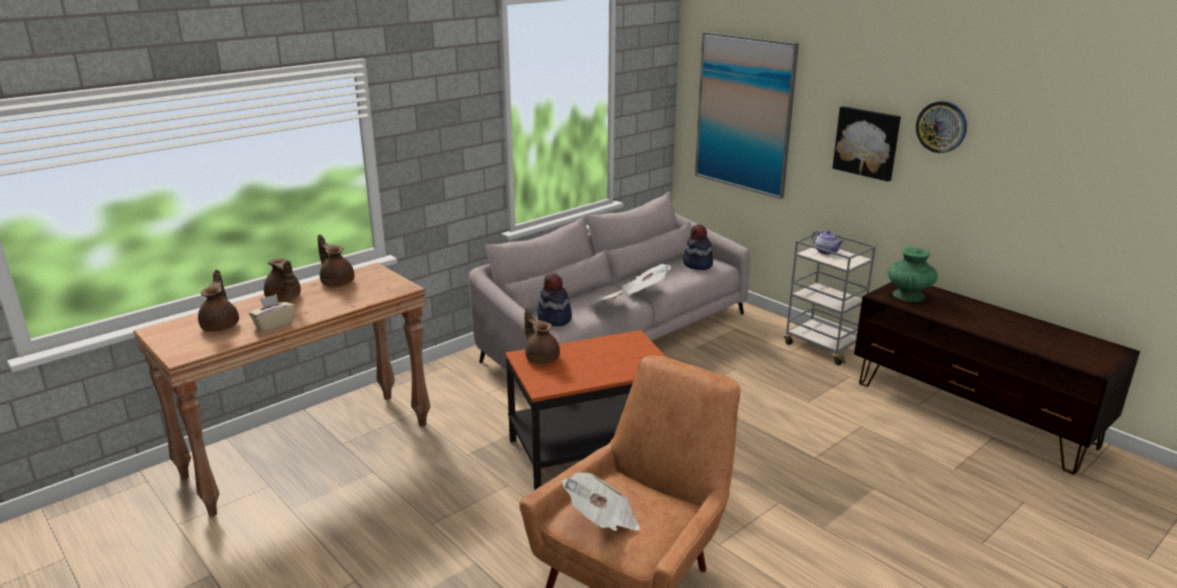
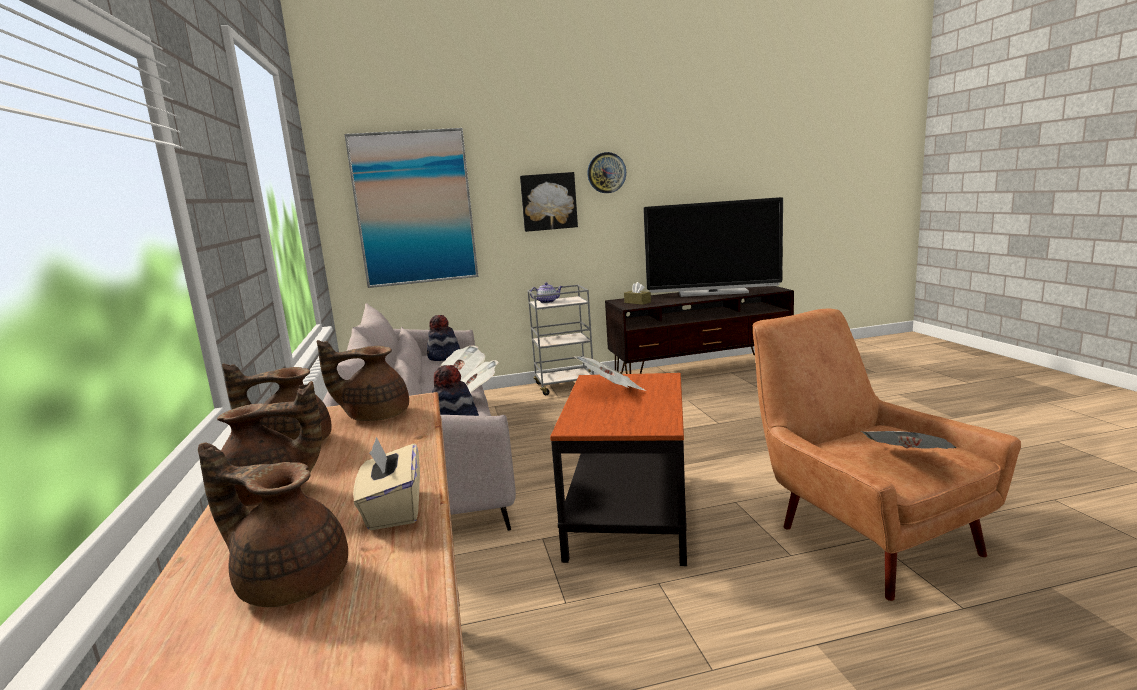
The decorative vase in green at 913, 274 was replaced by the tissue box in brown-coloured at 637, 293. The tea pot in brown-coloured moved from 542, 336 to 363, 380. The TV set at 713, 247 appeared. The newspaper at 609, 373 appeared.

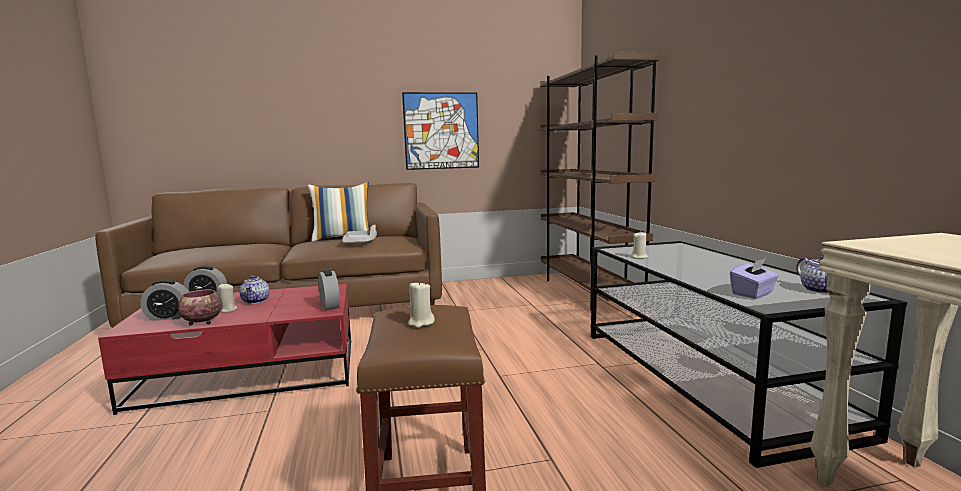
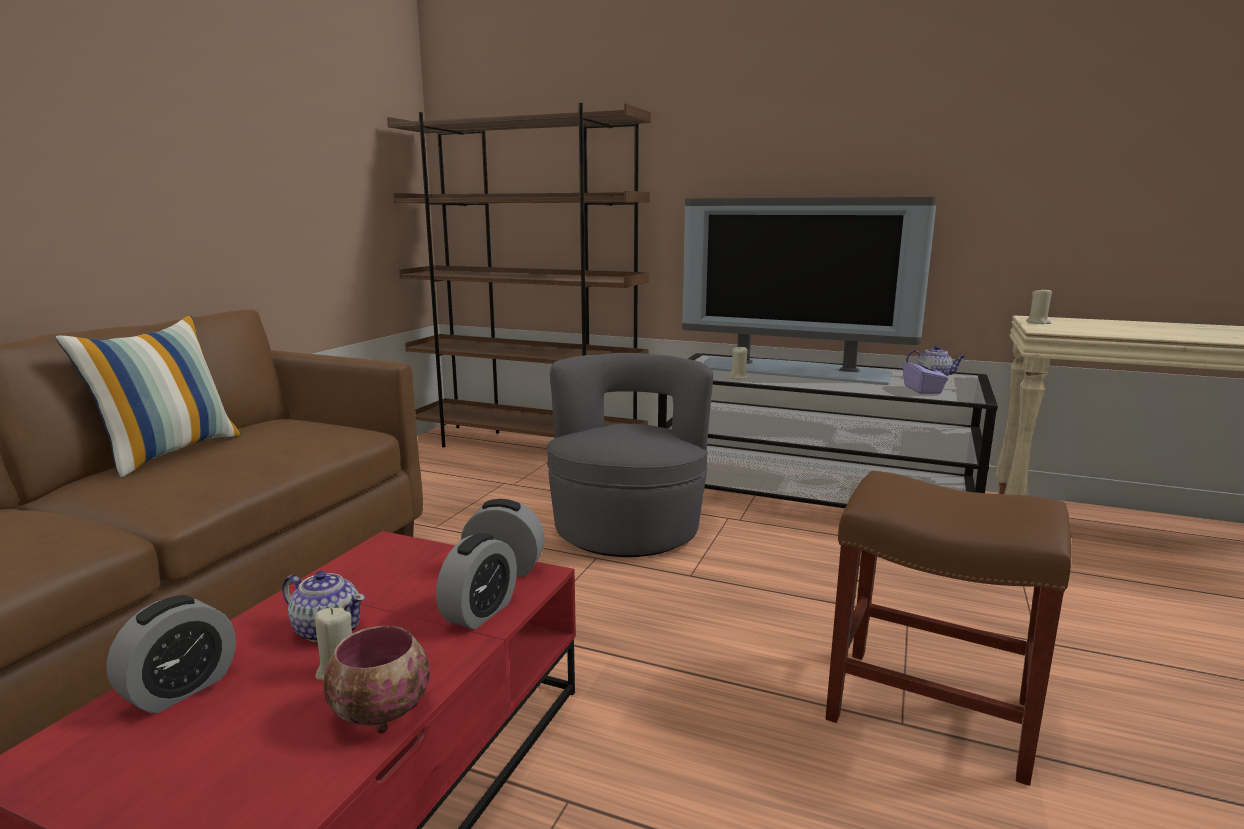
The wall art at 440, 131 disappeared. The serving tray in gray at 359, 234 disappeared. The bedside clock moved from 164, 300 to 476, 581. The wax light in beige-coloured moved from 421, 304 to 1039, 305. The TV set at 809, 291 appeared. The armchair in gray at 630, 455 appeared.

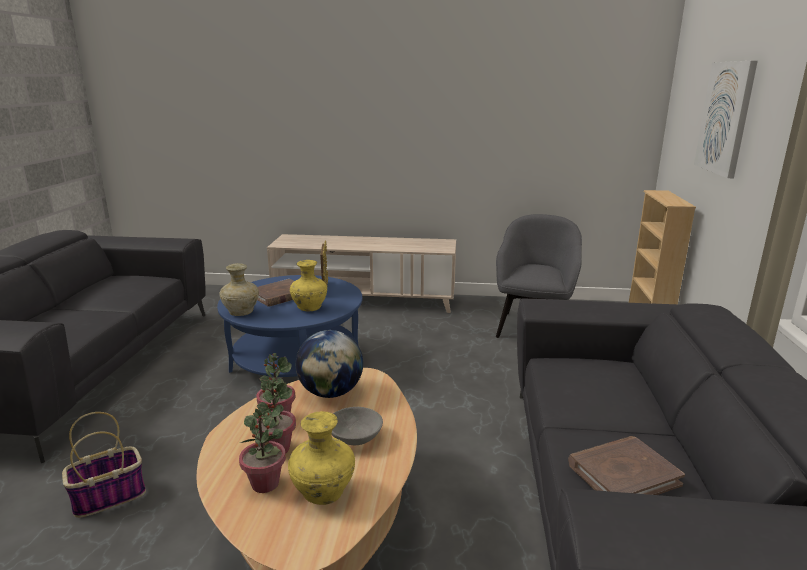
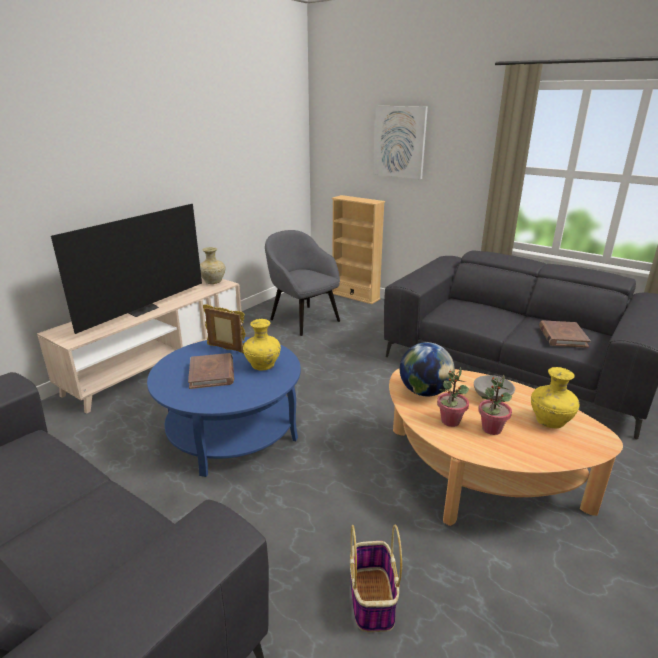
The decorative vase in beige-coloured moved from 239, 289 to 212, 265. The plant in a pot at 262, 451 disappeared. The TV set at 126, 269 appeared.

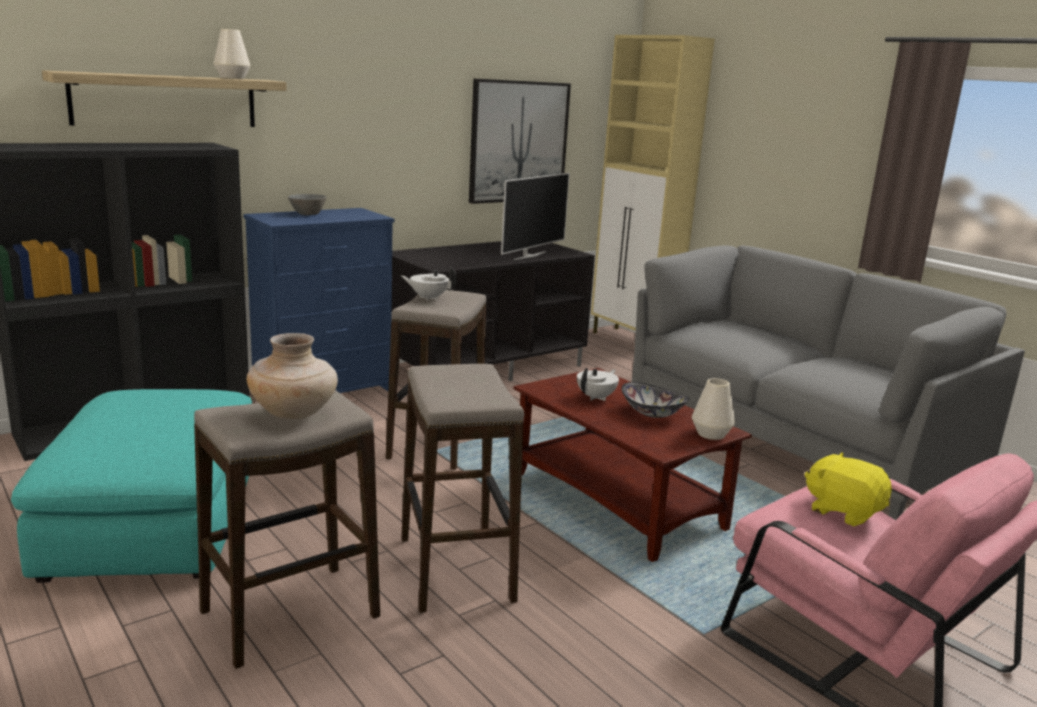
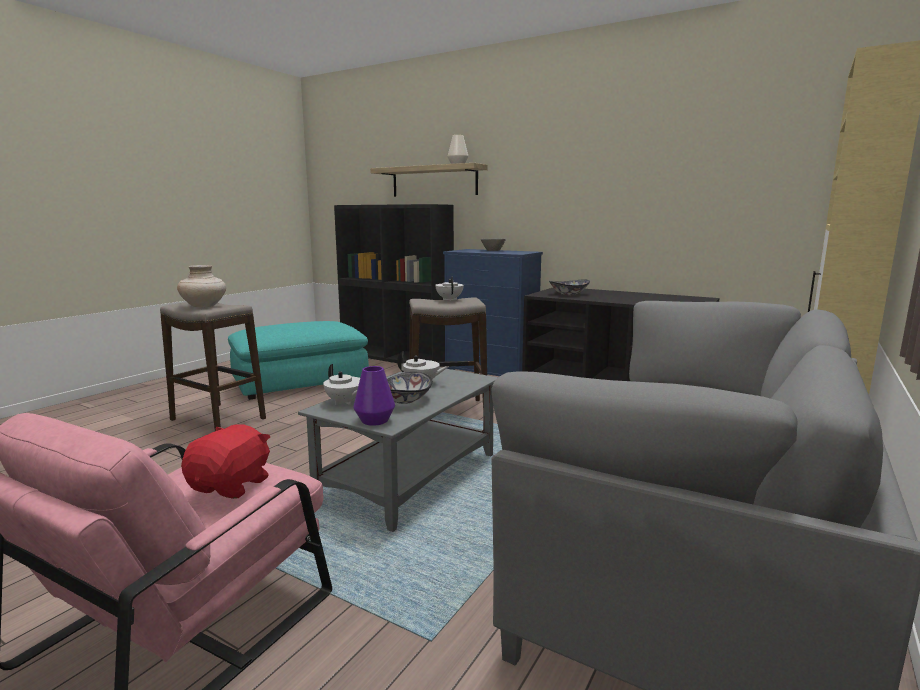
The wall art at 520, 141 disappeared. The TV set at 535, 216 disappeared. The sitting stool at 462, 488 disappeared. The low table in brown-coloured at 632, 465 became the low table in gray at 398, 449. The decorative vase in white-coloured at 713, 409 became the decorative vase in purple-coloured at 374, 396. The plush toy in yellow-coloured at 848, 489 became the plush toy in red at 225, 461. The serving bowl at 569, 287 appeared. The tea pot in white-coloured at 341, 384 appeared.

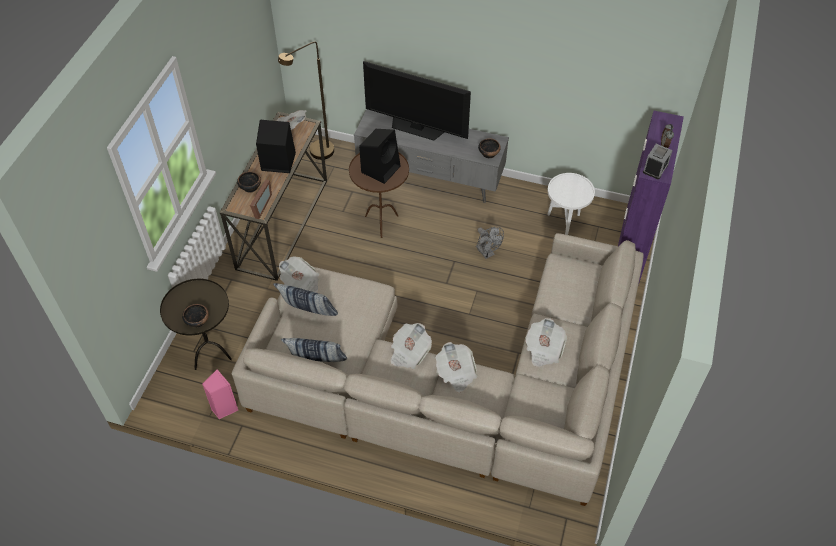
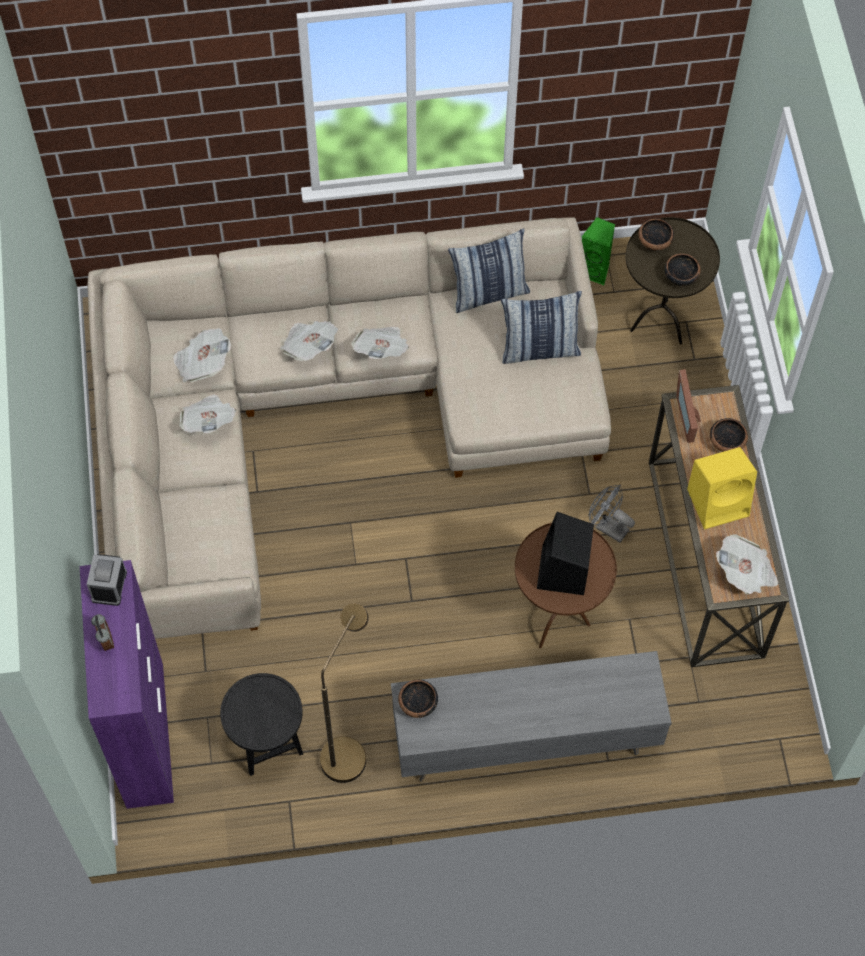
The standard lamp in brown-coloured moved from 306, 100 to 344, 693. The TV set at 417, 100 disappeared. The speaker in black-coloured at 276, 146 became the speaker in yellow-coloured at 722, 488. The end table in white-coloured at 571, 204 became the end table in black-coloured at 261, 724. The cooling fan in gray moved from 490, 243 to 612, 514. The newspaper moved from 299, 275 to 202, 355. The speaker in pinkish at 220, 394 became the speaker in green at 598, 251. The serving bowl at 682, 270 appeared.

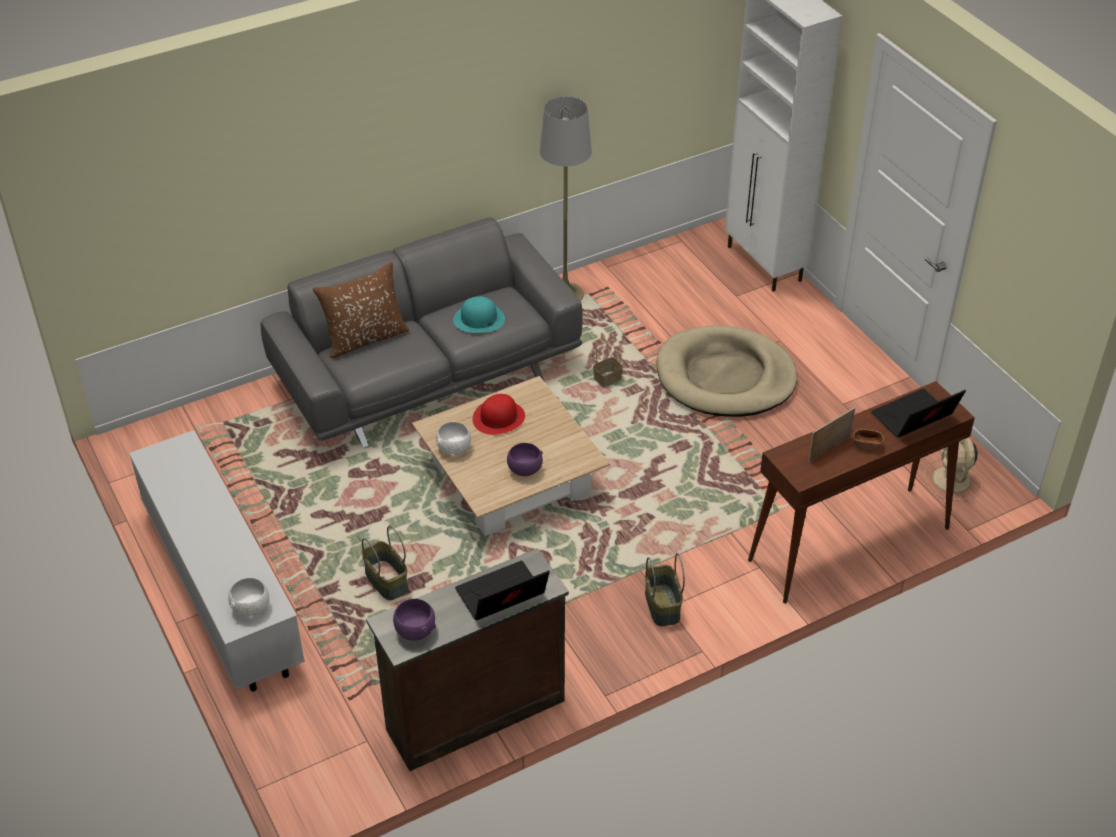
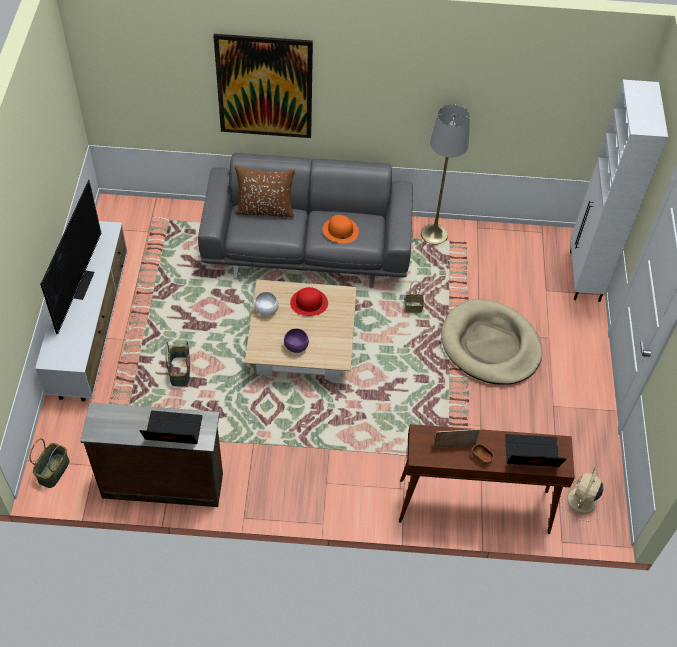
The clothing hat in blue-green at 479, 314 became the clothing hat in orange at 341, 229. The storage basket moved from 665, 589 to 49, 463. The serving bowl in white-coloured at 248, 598 disappeared. The serving bowl in purple-coloured at 414, 620 disappeared. The wall art at 263, 86 appeared. The TV set at 70, 257 appeared.

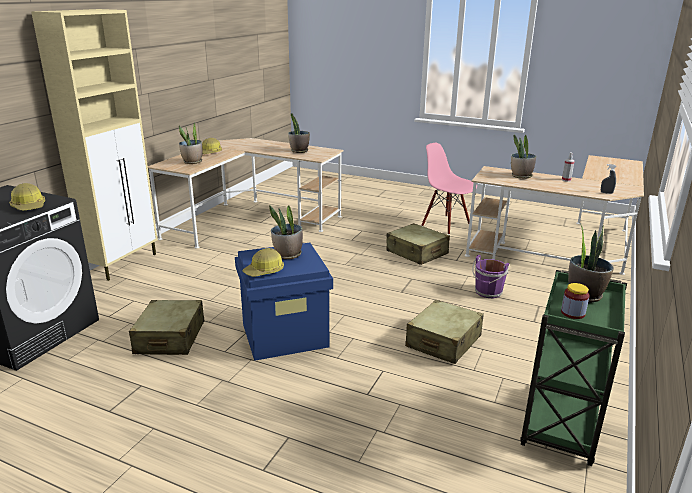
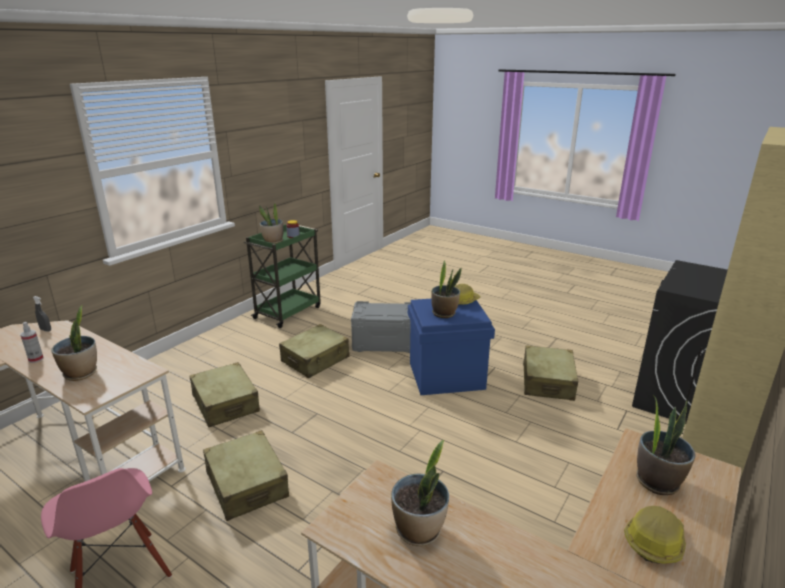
The hard hat at 27, 197 disappeared. The bucket in purple-coloured at 490, 276 was replaced by the piece of luggage in beige-coloured at 224, 394. The storage box in gray at 381, 327 appeared.

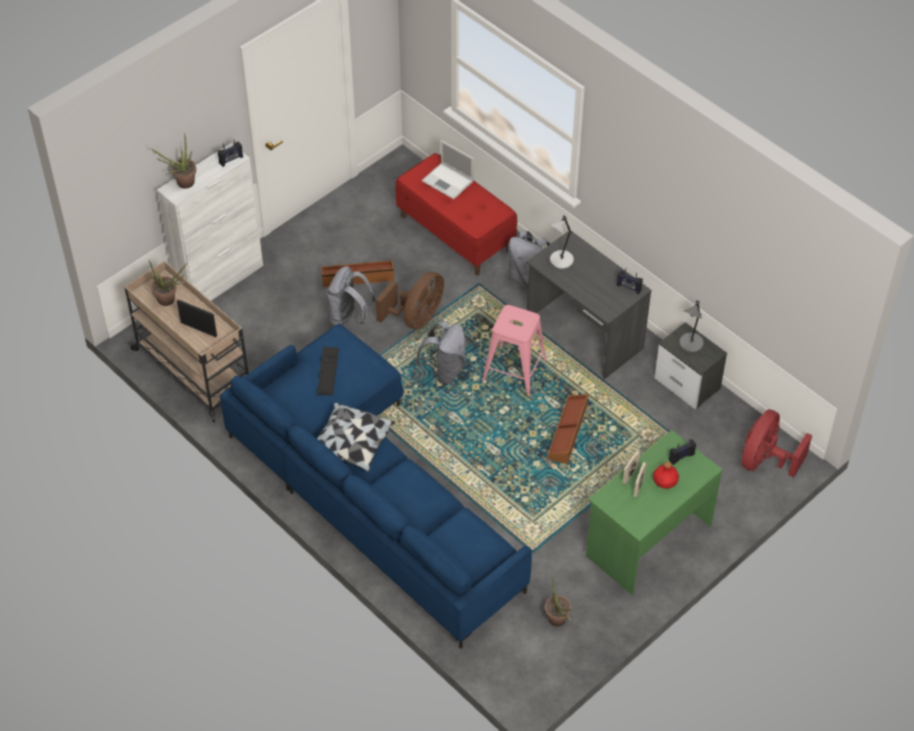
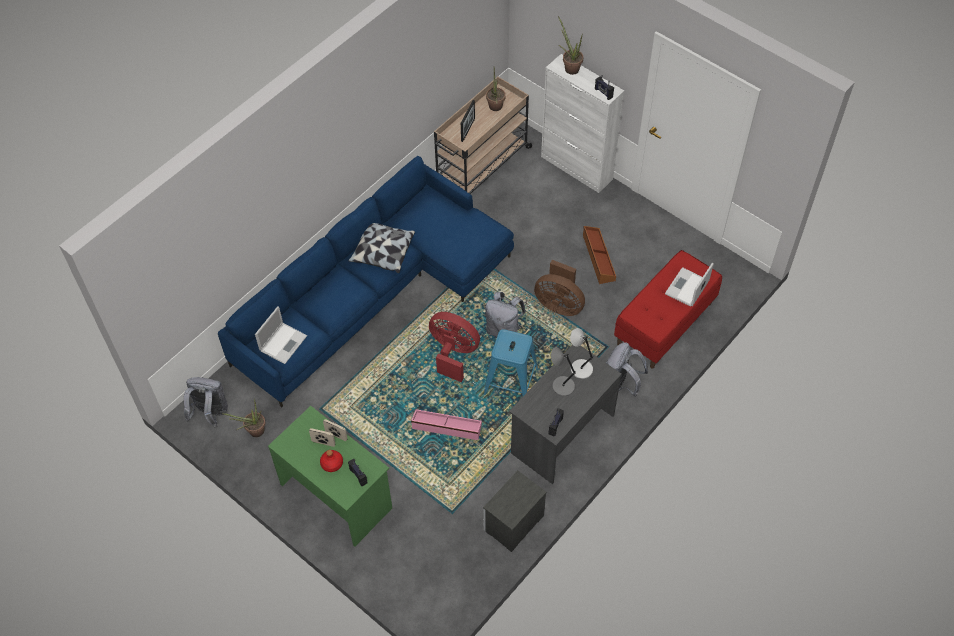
The backpack in gray moved from 351, 296 to 206, 402. The lamp for a table in gray moved from 691, 326 to 563, 371. The sitting stool in pinkish at 514, 350 became the sitting stool in bluish at 511, 362. The computer keyboard at 328, 371 disappeared. The storage box in brown-coloured at 568, 429 became the storage box in pinkish at 446, 424. The cooling fan in red moved from 776, 443 to 454, 347. The portable computer at 281, 335 appeared.

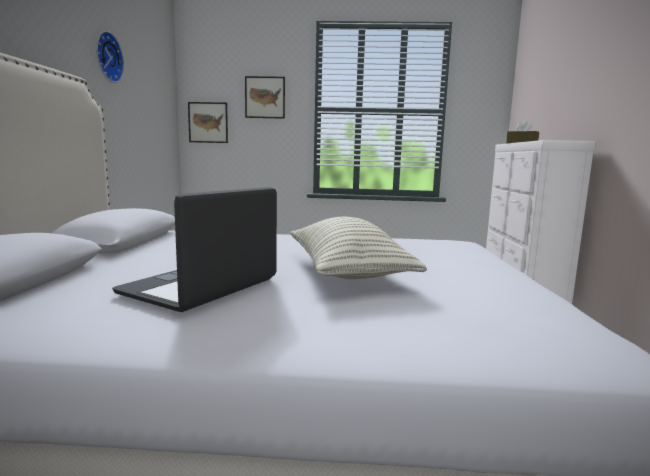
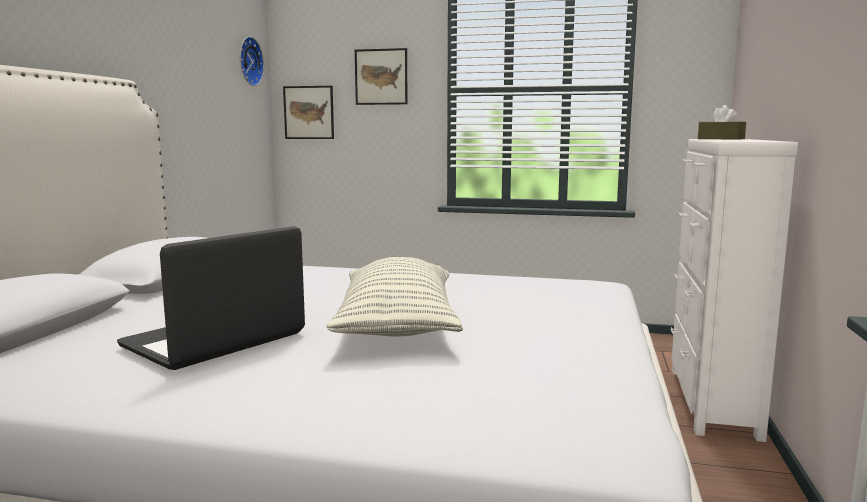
The clock on the wall moved from 110, 57 to 252, 61.

